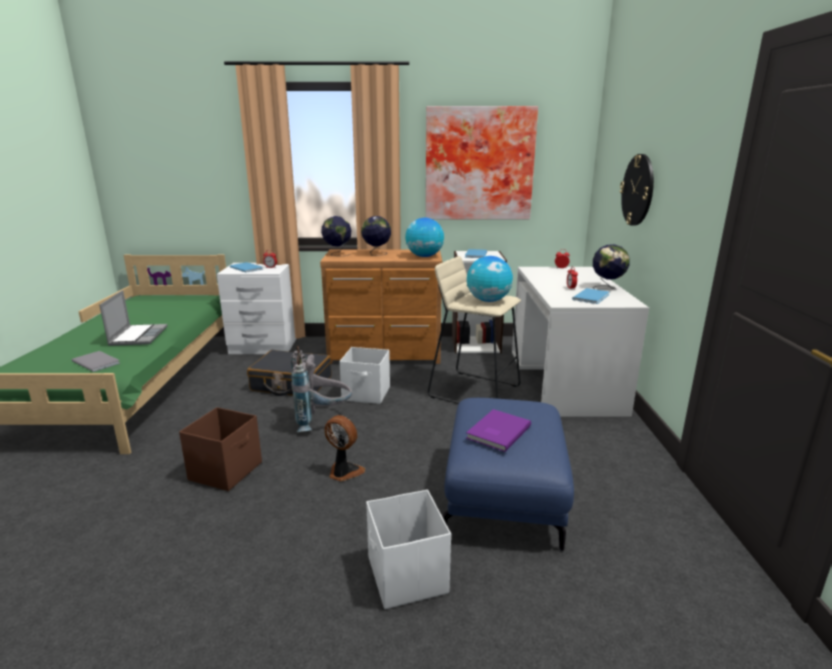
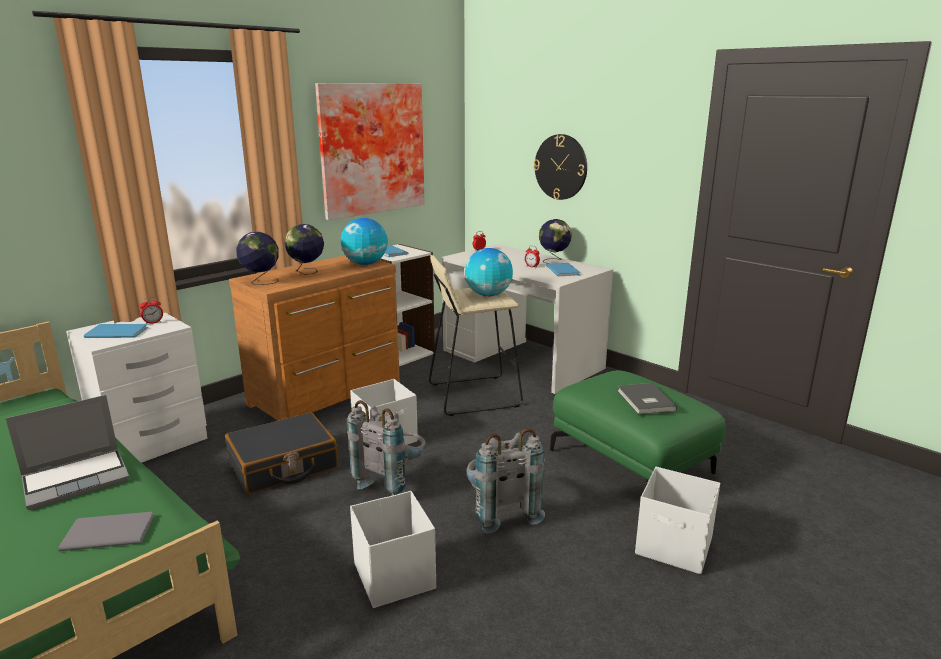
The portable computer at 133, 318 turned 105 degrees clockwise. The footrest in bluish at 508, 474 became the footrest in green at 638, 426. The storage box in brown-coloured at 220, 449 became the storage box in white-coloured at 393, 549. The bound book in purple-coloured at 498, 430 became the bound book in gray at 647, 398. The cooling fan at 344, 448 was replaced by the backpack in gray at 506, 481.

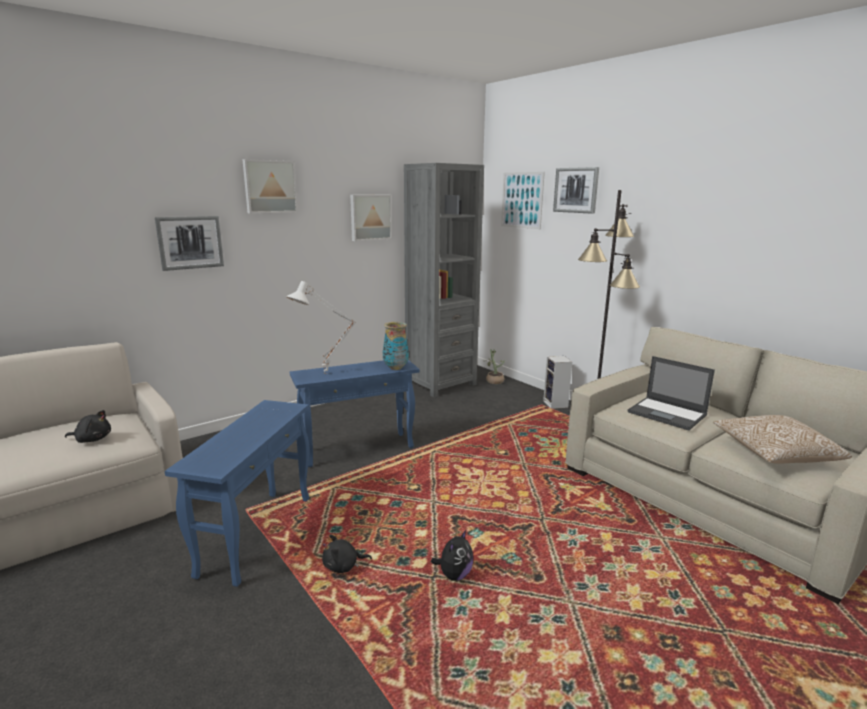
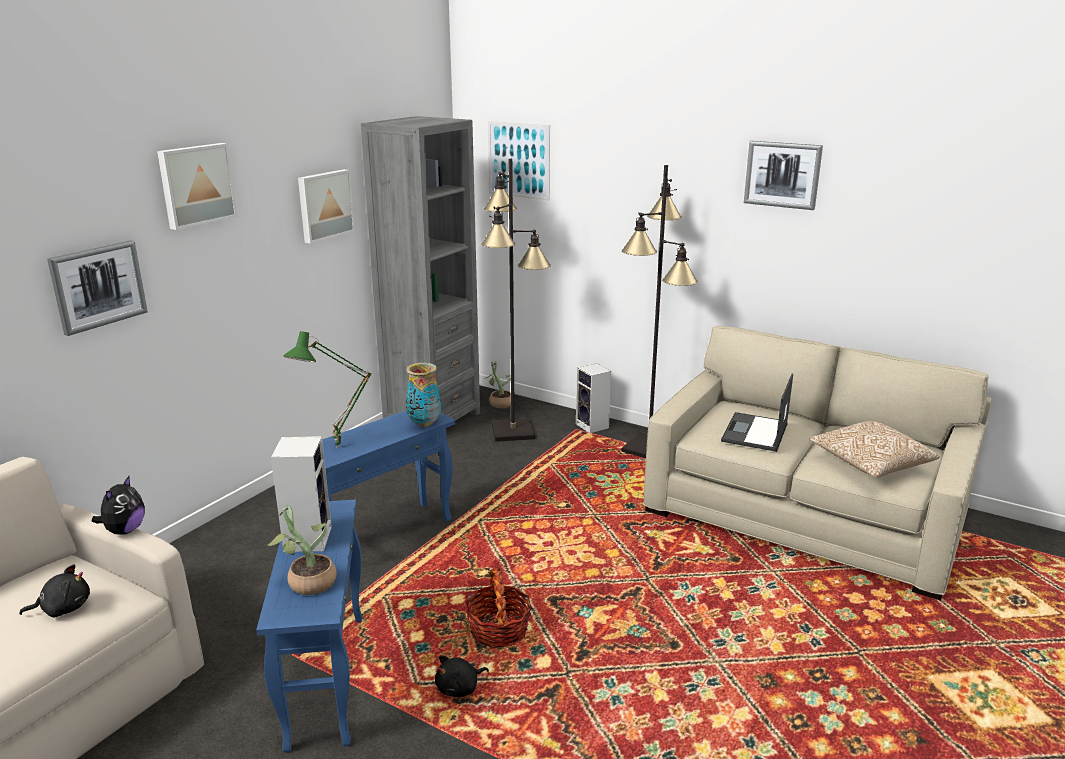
The wall art moved from 576, 190 to 783, 175. The lamp for a table in white-coloured at 321, 327 became the lamp for a table in green at 327, 389. The portable computer at 671, 393 turned 90 degrees clockwise. The plush toy moved from 452, 555 to 118, 505. The standard lamp in black-coloured at 516, 300 appeared. The speaker at 301, 494 appeared. The plant in a pot at 301, 550 appeared. The storage basket at 499, 607 appeared.

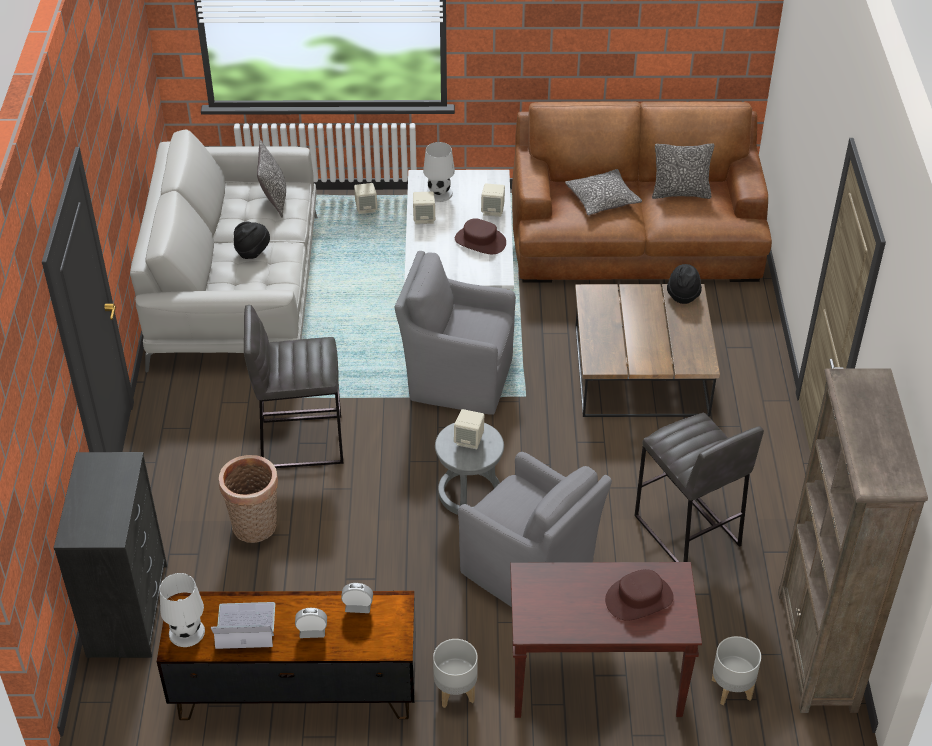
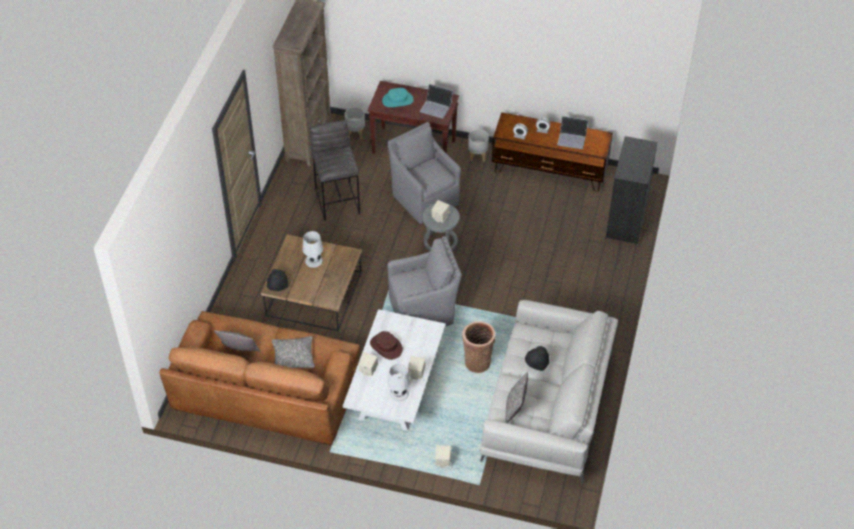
The armchair in gray at 455, 333 turned 45 degrees counterclockwise. The sitting stool in gray at 294, 386 disappeared. The storage basket moved from 248, 499 to 478, 347. The clothing hat in brown-coloured at 639, 595 became the clothing hat in blue-green at 398, 97. The lamp for a table in white-coloured moved from 182, 610 to 312, 249. The portable computer at 436, 101 appeared.

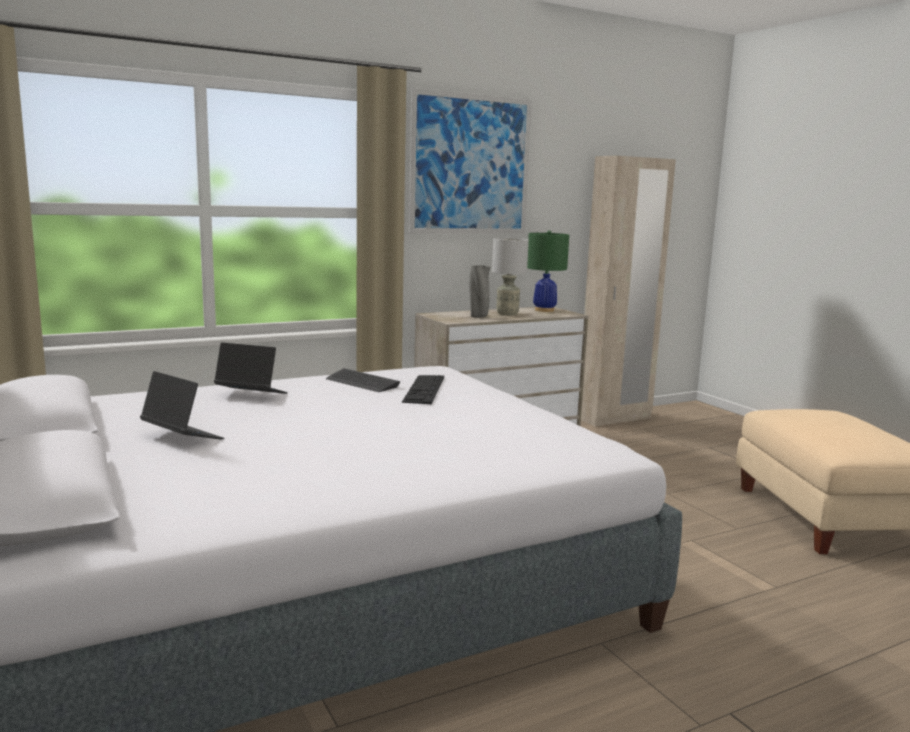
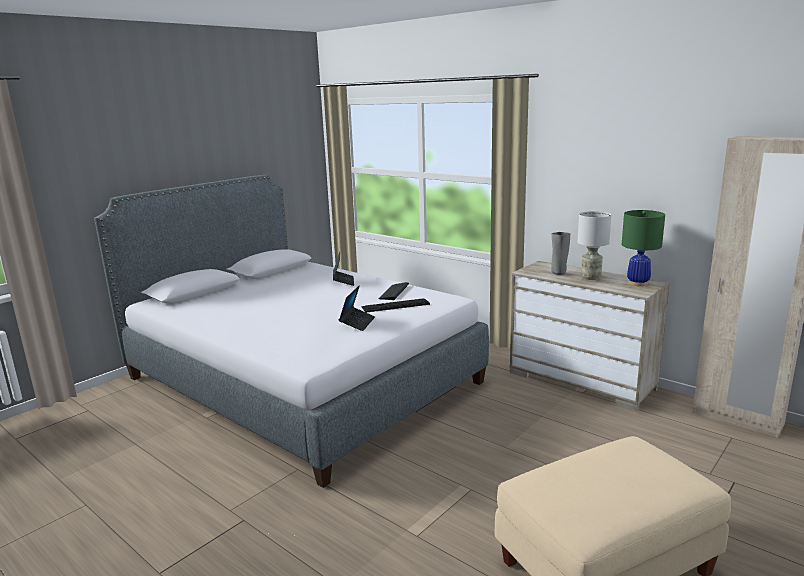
The wall art at 470, 161 disappeared. The portable computer moved from 182, 405 to 357, 308.

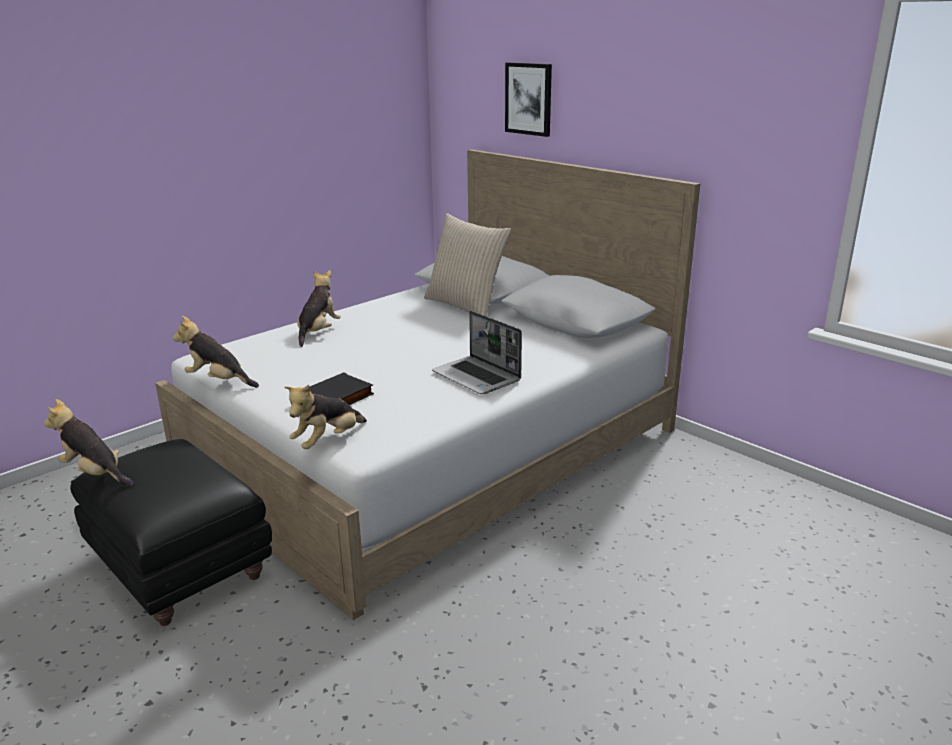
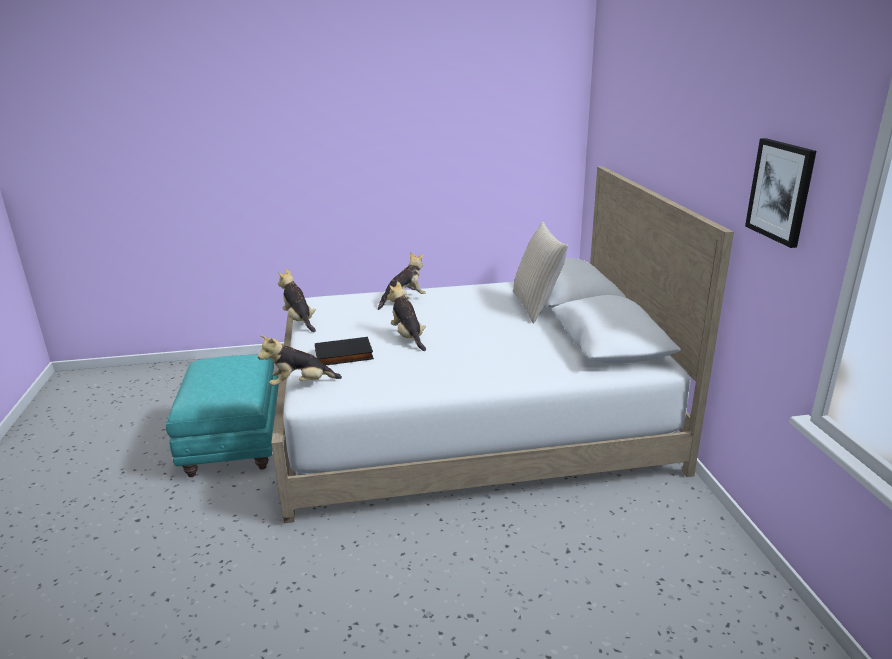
The wall art moved from 528, 99 to 780, 193. The portable computer at 477, 352 disappeared. The plush toy moved from 89, 442 to 406, 316. The footrest in black-coloured at 171, 532 became the footrest in blue-green at 222, 416.

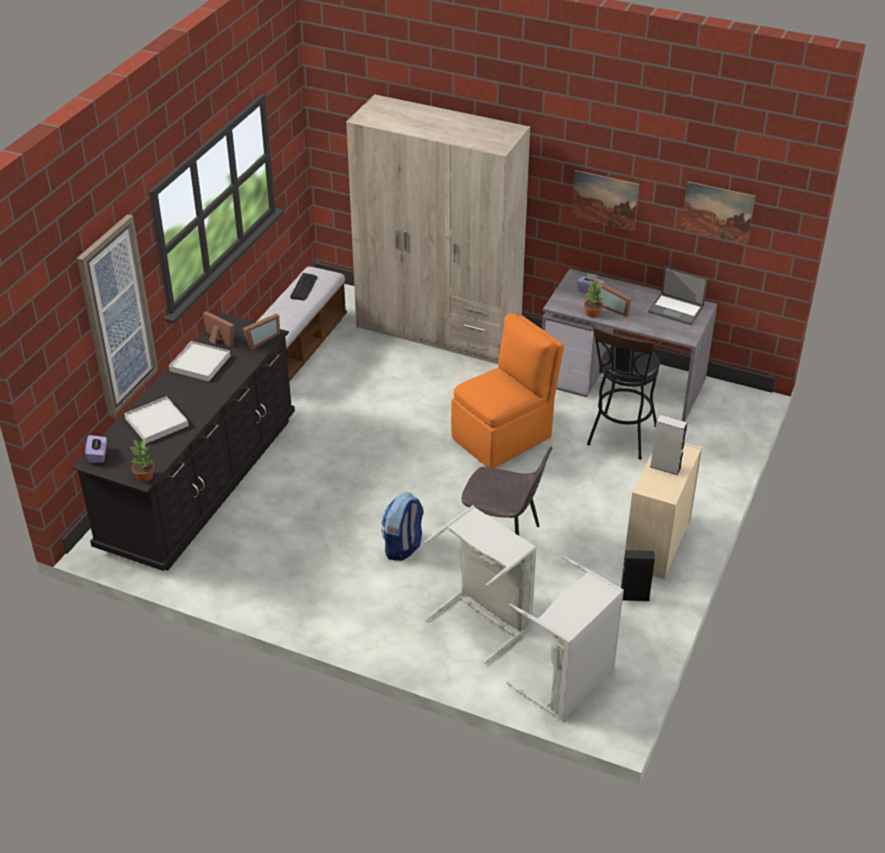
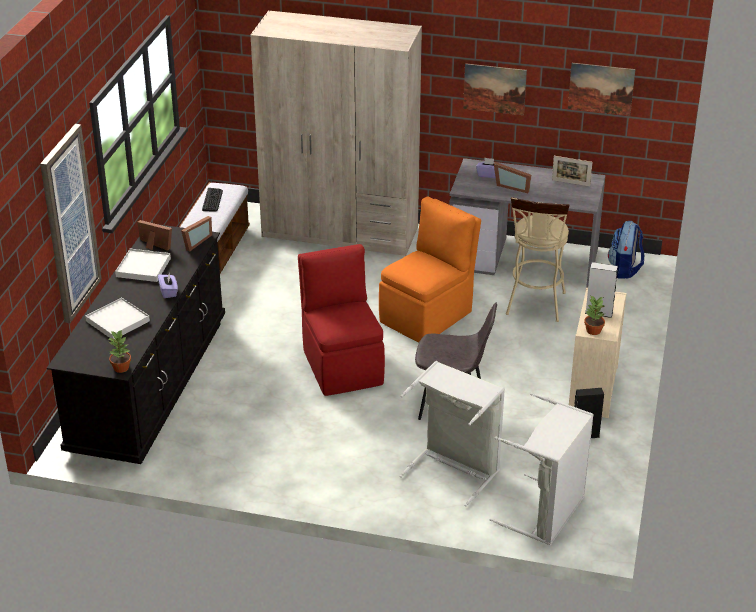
The portable computer at 678, 296 was replaced by the photo frame at 572, 171. The plant in a pot moved from 593, 299 to 594, 315. The sitting stool in black-coloured at 623, 393 became the sitting stool in beige-coloured at 538, 259. The tissue box in purple-coloured moved from 96, 449 to 168, 286. The backpack moved from 402, 526 to 626, 250. The upright chair in red at 341, 320 appeared.

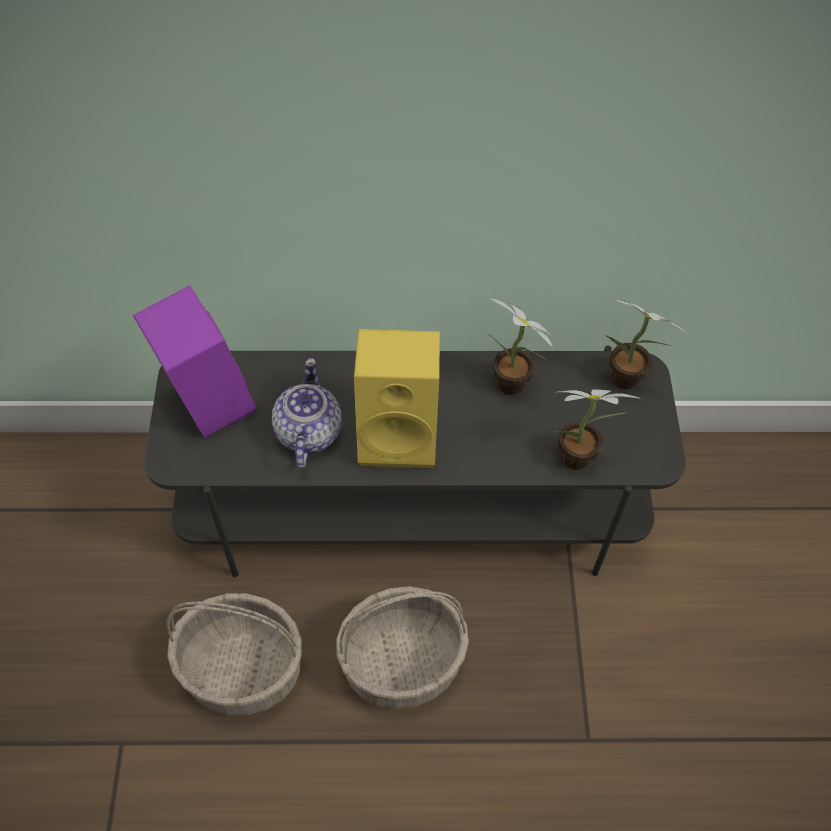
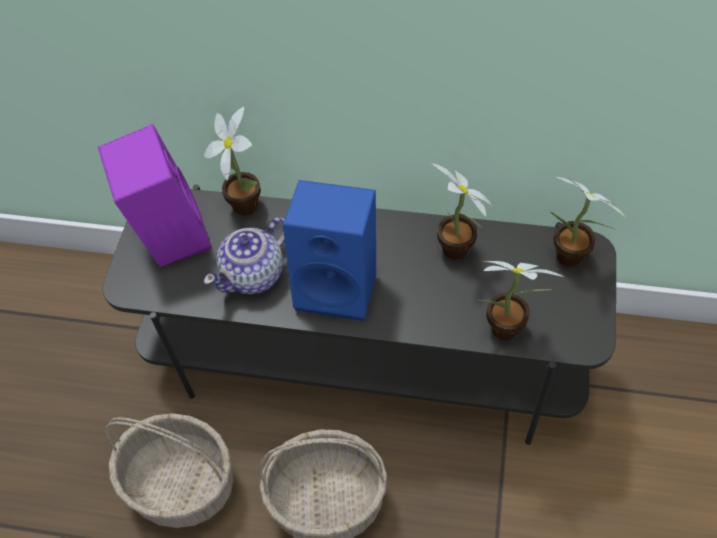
The speaker in yellow-coloured at 397, 398 became the speaker in bluish at 329, 250. The tea pot at 307, 413 turned 150 degrees counterclockwise. The plant in a pot at 232, 161 appeared.

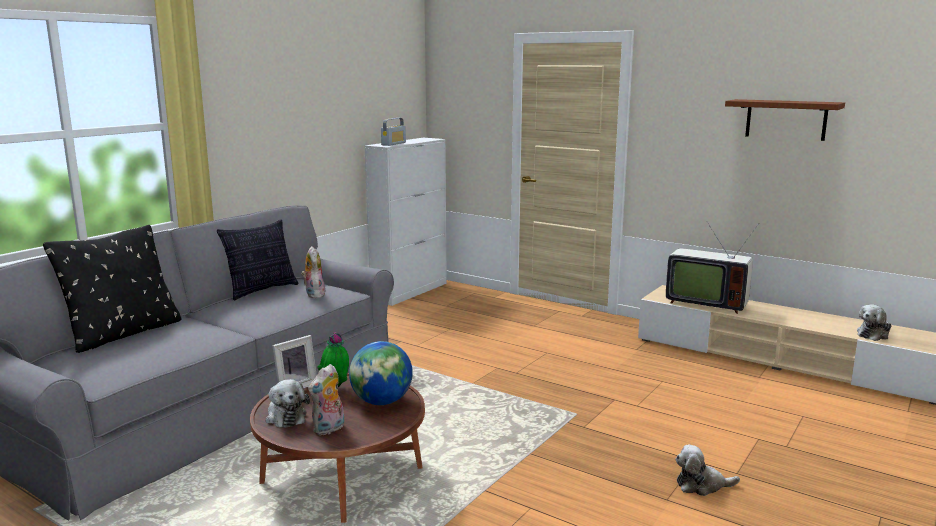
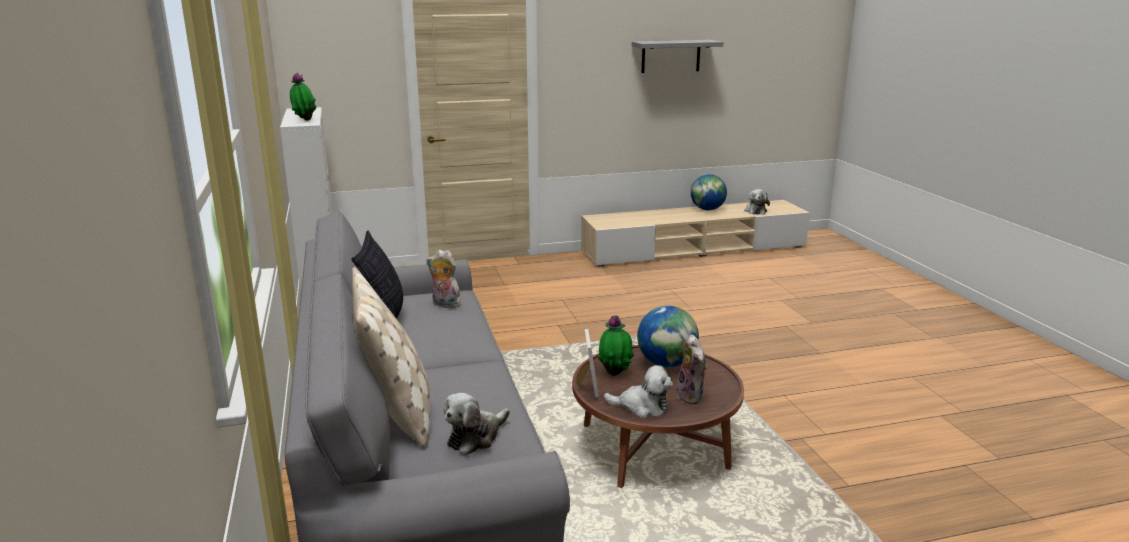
The shelf in brown-coloured at 785, 120 became the shelf in gray at 677, 56. The radio receiver at 393, 132 was replaced by the plant in a pot at 303, 97. The TV set at 712, 268 disappeared. The throw pillow in black-coloured at 112, 289 became the throw pillow in beige-coloured at 391, 356. The plush toy moved from 707, 470 to 477, 424. The desk globe at 709, 192 appeared.

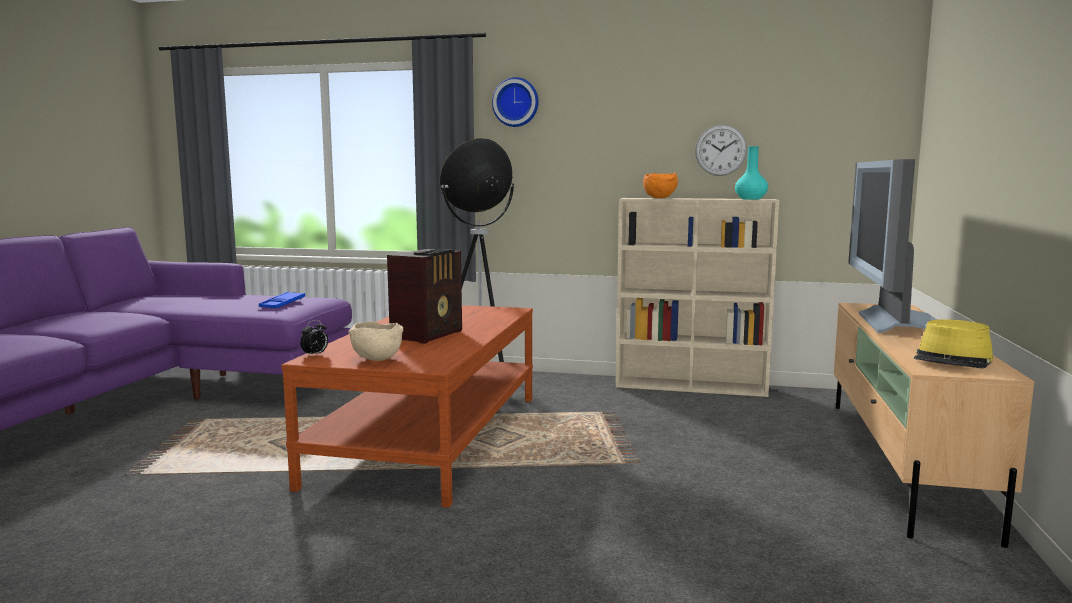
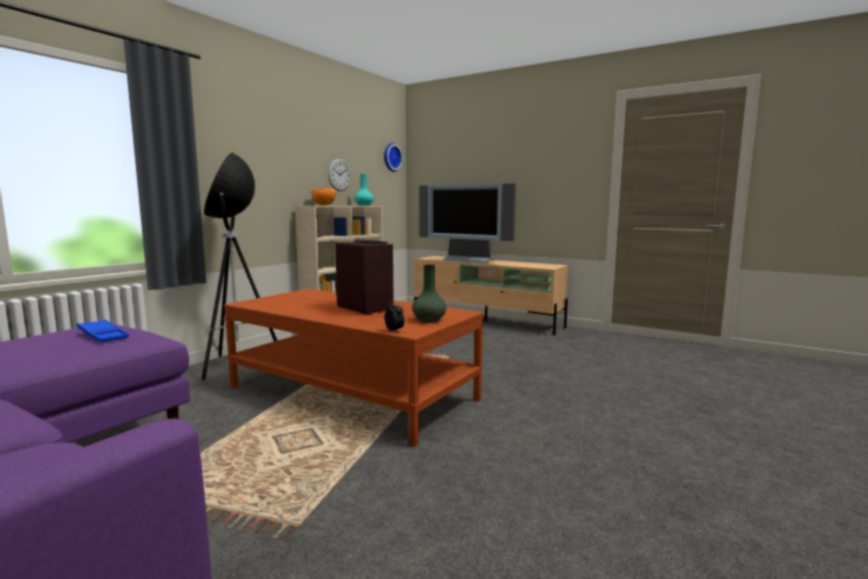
The clock on the wall moved from 515, 102 to 393, 157. The clothing hat in yellow-coloured at 953, 343 disappeared. The serving bowl in beige-coloured at 375, 341 was replaced by the decorative vase in green at 429, 293.

